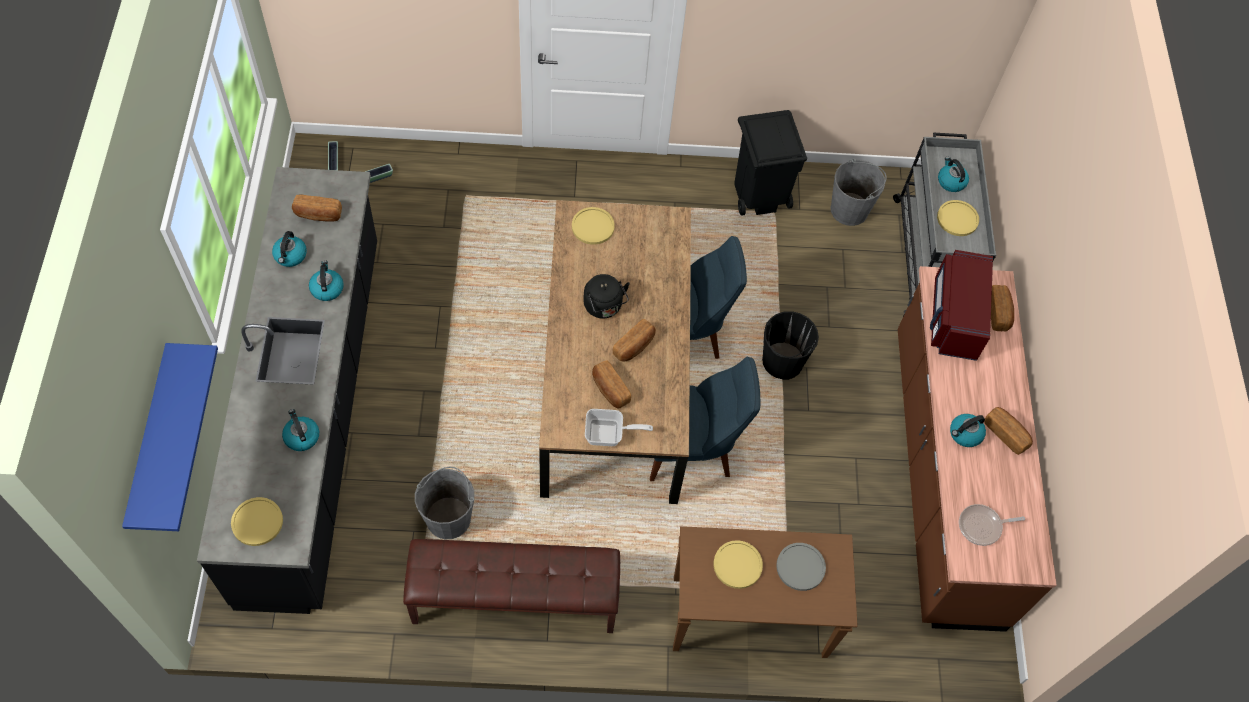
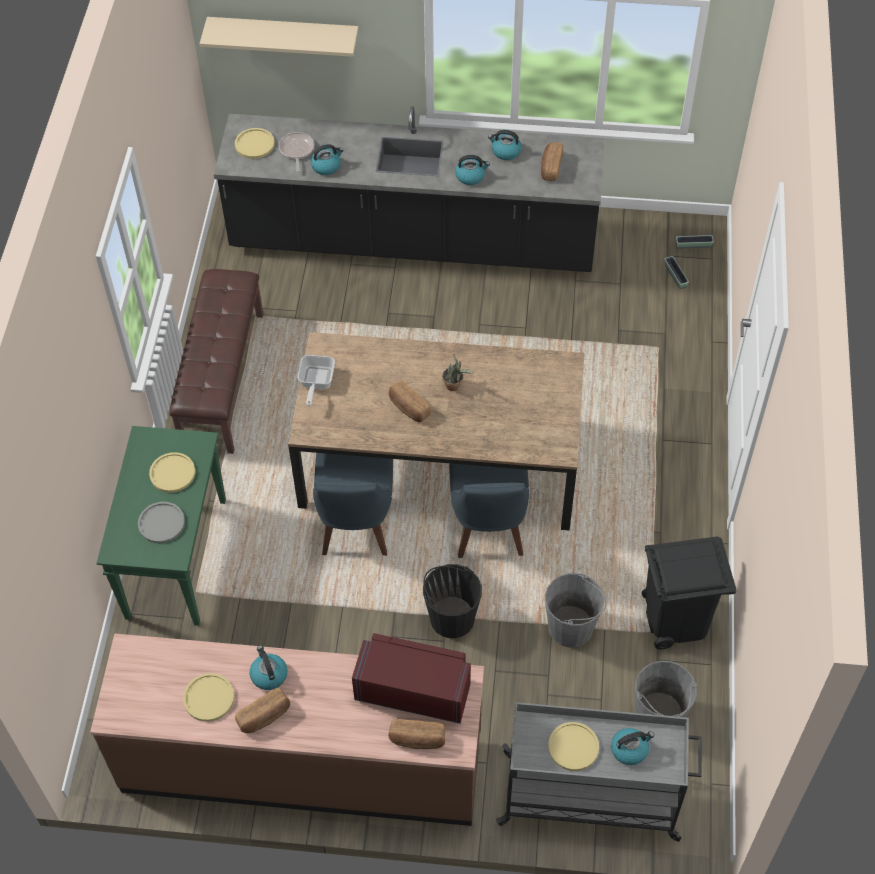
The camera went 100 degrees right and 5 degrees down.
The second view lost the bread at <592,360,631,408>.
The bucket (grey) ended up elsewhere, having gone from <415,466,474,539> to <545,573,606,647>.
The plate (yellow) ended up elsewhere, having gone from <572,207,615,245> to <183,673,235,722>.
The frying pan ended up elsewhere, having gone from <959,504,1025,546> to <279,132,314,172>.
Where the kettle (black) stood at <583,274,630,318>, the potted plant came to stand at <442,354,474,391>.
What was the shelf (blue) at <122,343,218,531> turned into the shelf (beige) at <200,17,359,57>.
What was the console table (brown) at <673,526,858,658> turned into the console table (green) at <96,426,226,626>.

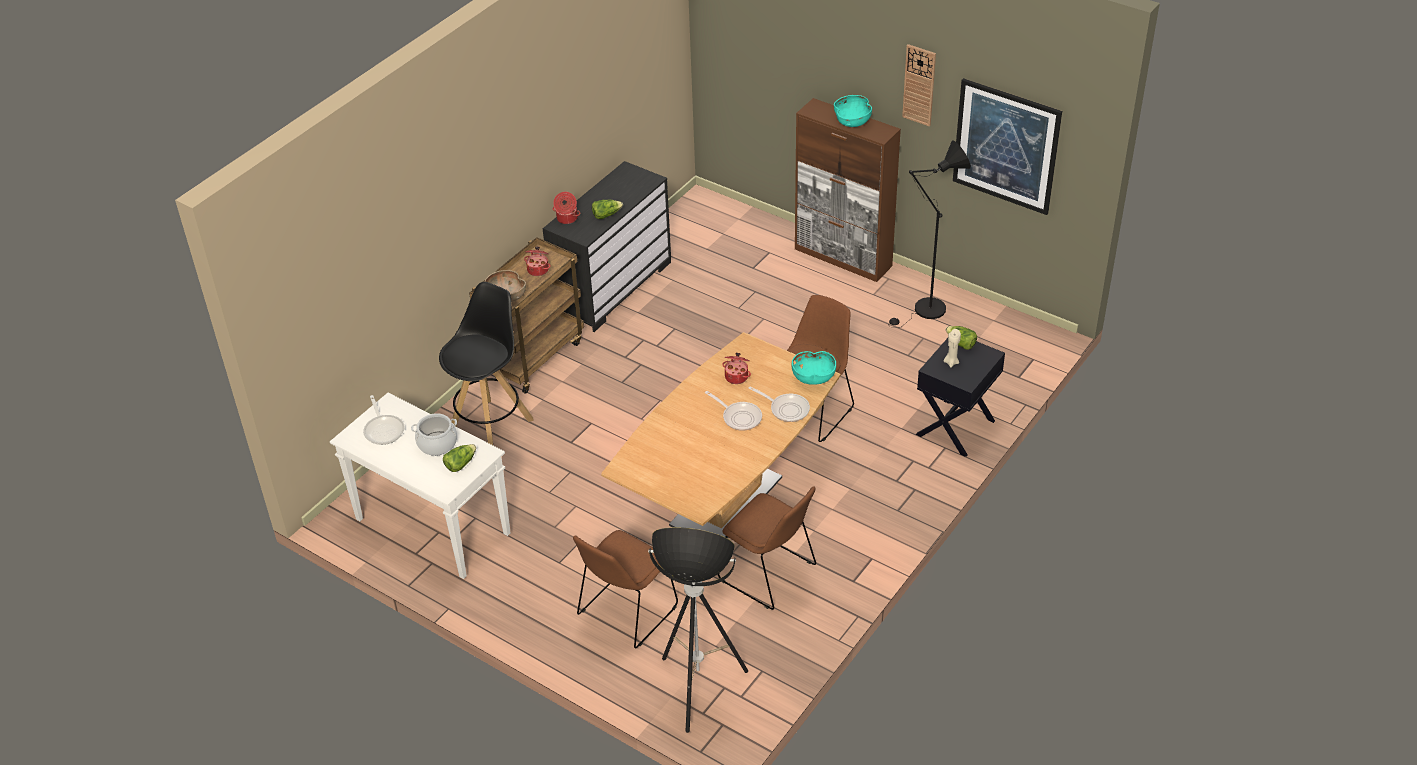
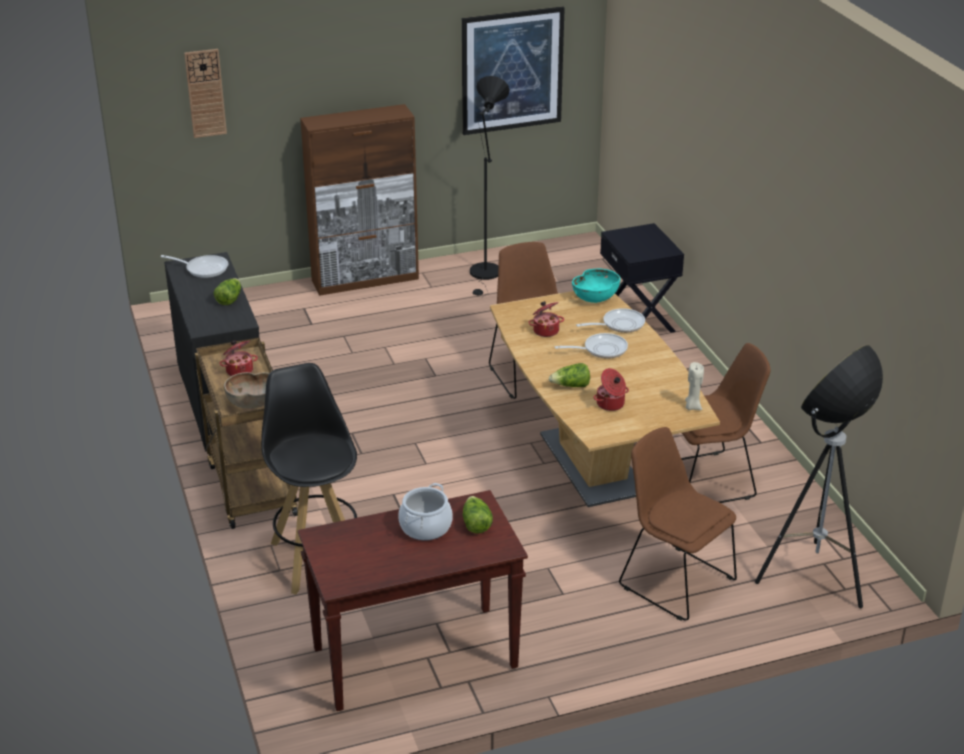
The camera went 55 degrees left and 10 degrees down.
The second view lost the bowl (turquoise) at <834,95,872,127>.
The frying pan ended up elsewhere, having gone from <363,395,405,445> to <161,255,229,278>.
The cooking pot ended up elsewhere, having gone from <553,192,580,224> to <594,368,629,411>.
The wall clock ended up elsewhere, having gone from <902,44,936,126> to <184,49,227,138>.
The candle (beige) ended up elsewhere, having gone from <944,329,961,368> to <685,362,704,410>.
The lettuce ended up elsewhere, having gone from <946,326,977,350> to <549,363,590,387>.
What was the console table (white) at <330,393,511,579> turned into the console table (brown) at <298,490,528,711>.
The chair (brown) at <573,530,678,648> ended up facing another way, 150 degrees clockwise from before.

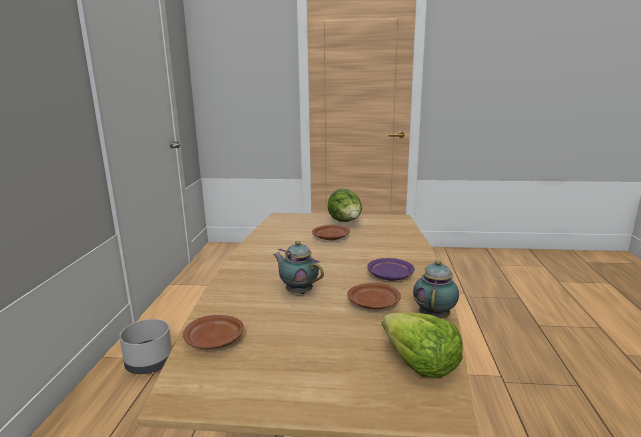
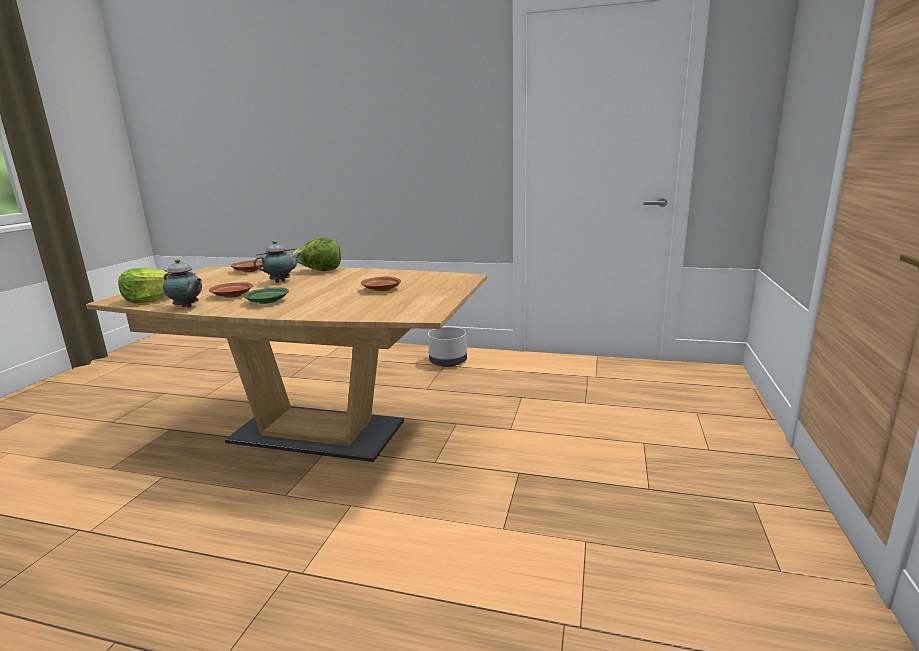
The camera went 100 degrees right and 0 degrees up.
The lettuce ended up elsewhere, having gone from <327,189,362,222> to <290,238,341,271>.
What was the plate (purple) at <367,258,415,281> turned into the plate (green) at <244,288,289,304>.

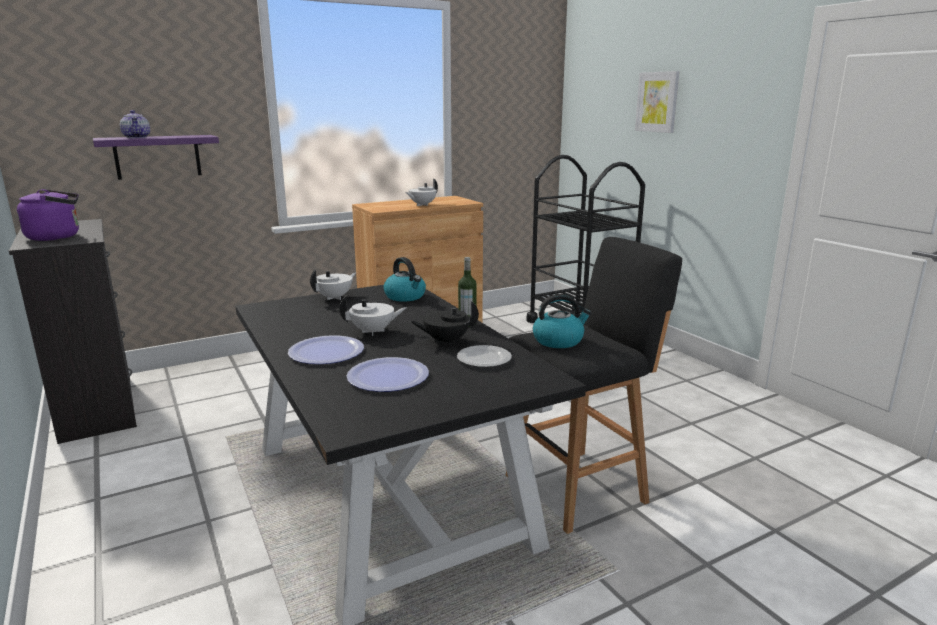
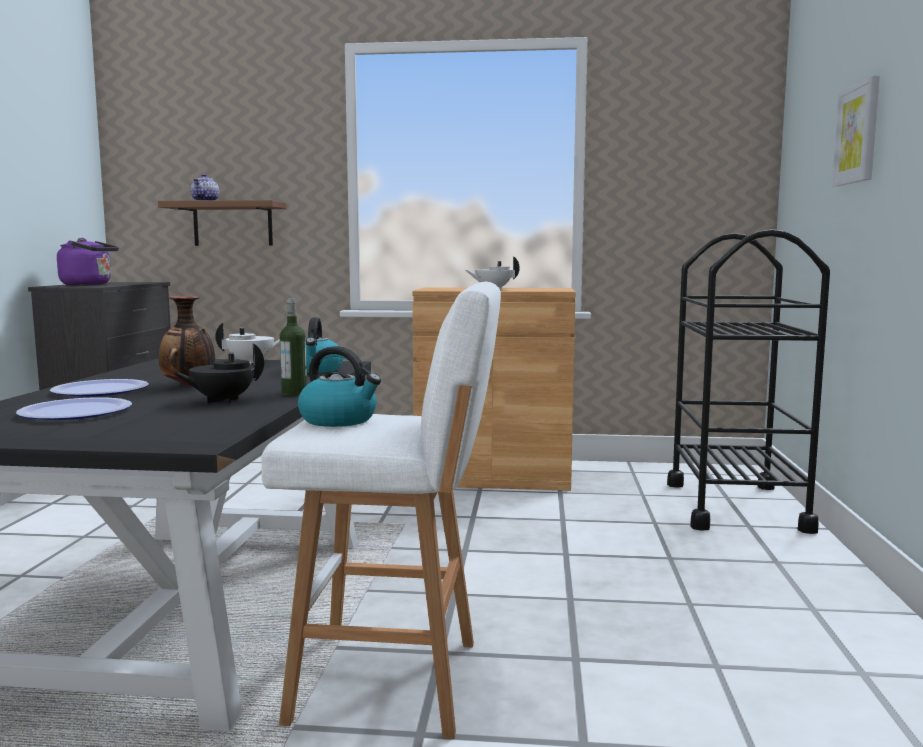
The camera went 35 degrees right and 10 degrees down.
The second view lost the plate at <457,345,512,367>.
Where the teapot (white) stood at <339,296,406,336>, the vase came to stand at <159,296,215,386>.
What was the shelf (purple) at <93,135,219,180> turned into the shelf (brown) at <158,200,287,246>.
What was the stool (black) at <506,237,682,534> turned into the stool (white) at <261,282,501,739>.
The teapot (black) at <410,301,479,346> ended up facing another way, 60 degrees counterclockwise from before.

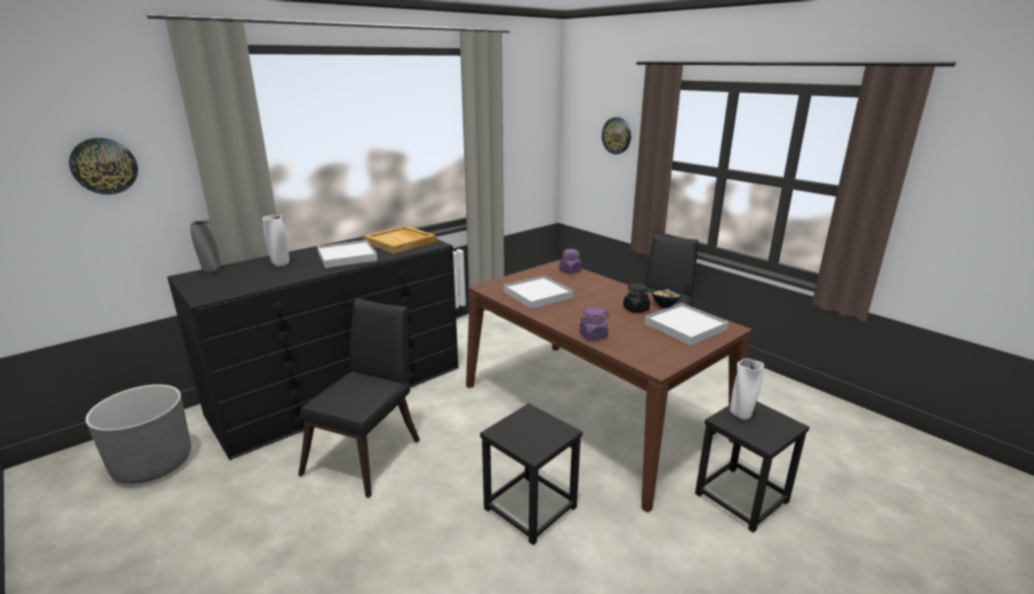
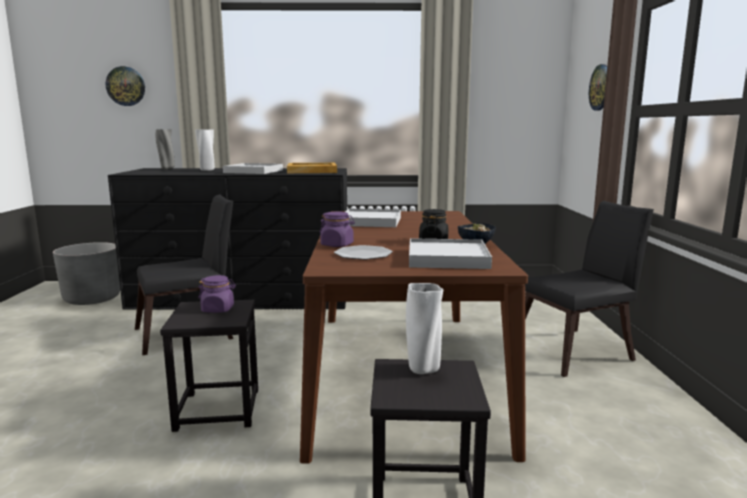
The camera went 40 degrees right and 10 degrees down.
The second view gained the plate at <334,245,393,260>.
The jar (purple) ended up elsewhere, having gone from <559,249,582,274> to <198,275,236,313>.

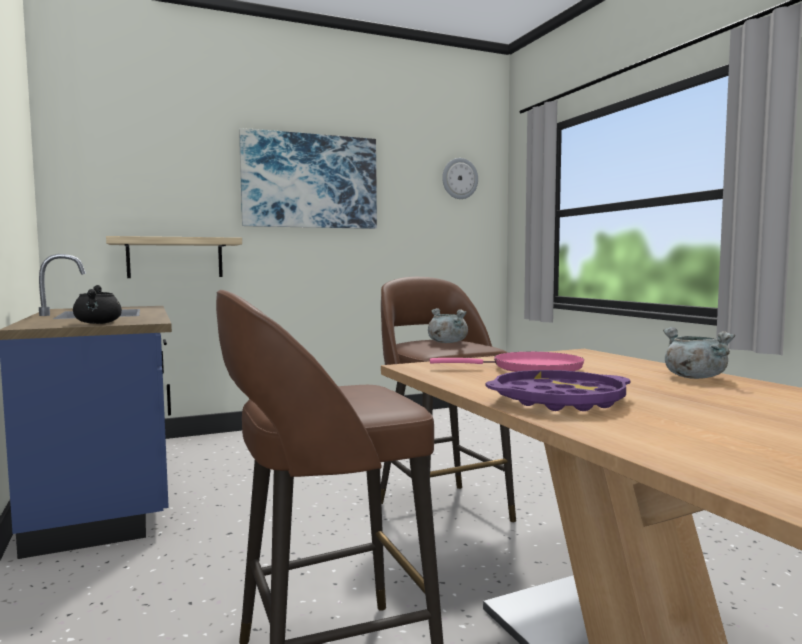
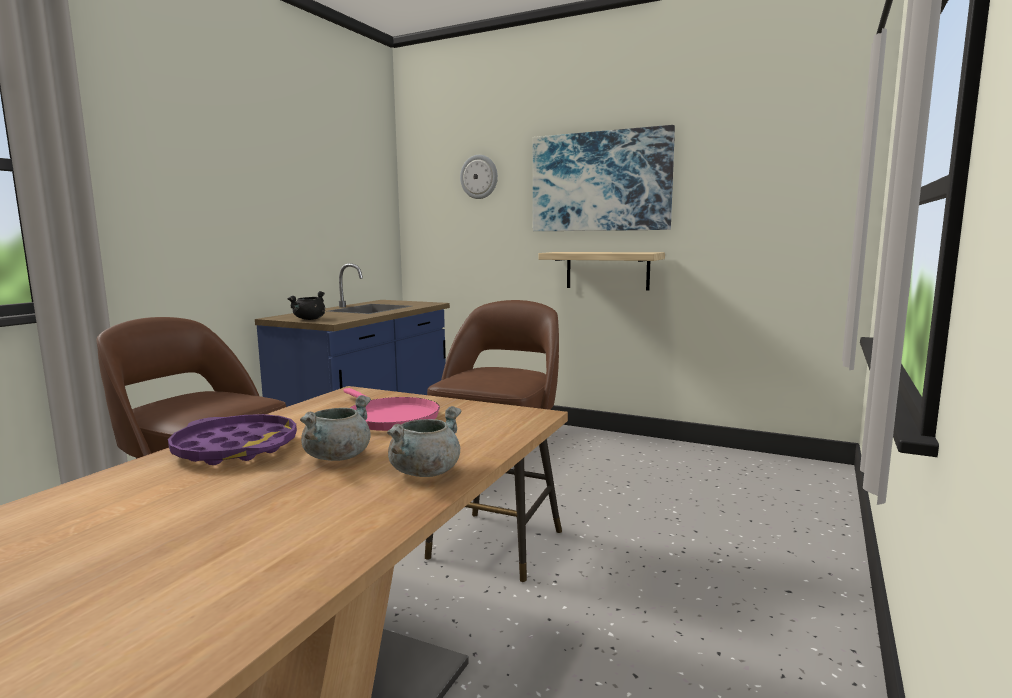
The camera went 50 degrees right and 5 degrees up.
The shelf ended up elsewhere, having gone from <106,236,242,278> to <539,252,665,291>.
The cooking pot (grey) ended up elsewhere, having gone from <428,308,468,343> to <300,395,371,461>.
The wall clock ended up elsewhere, having gone from <442,158,478,199> to <460,155,498,199>.

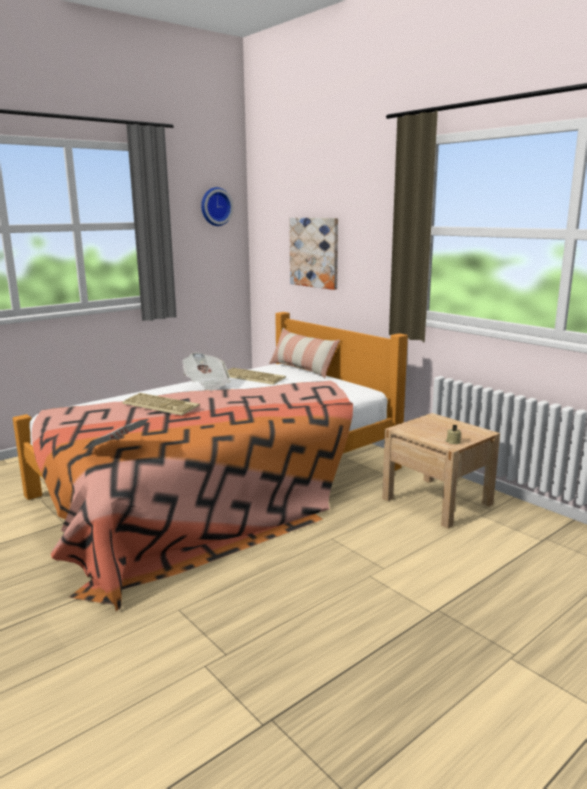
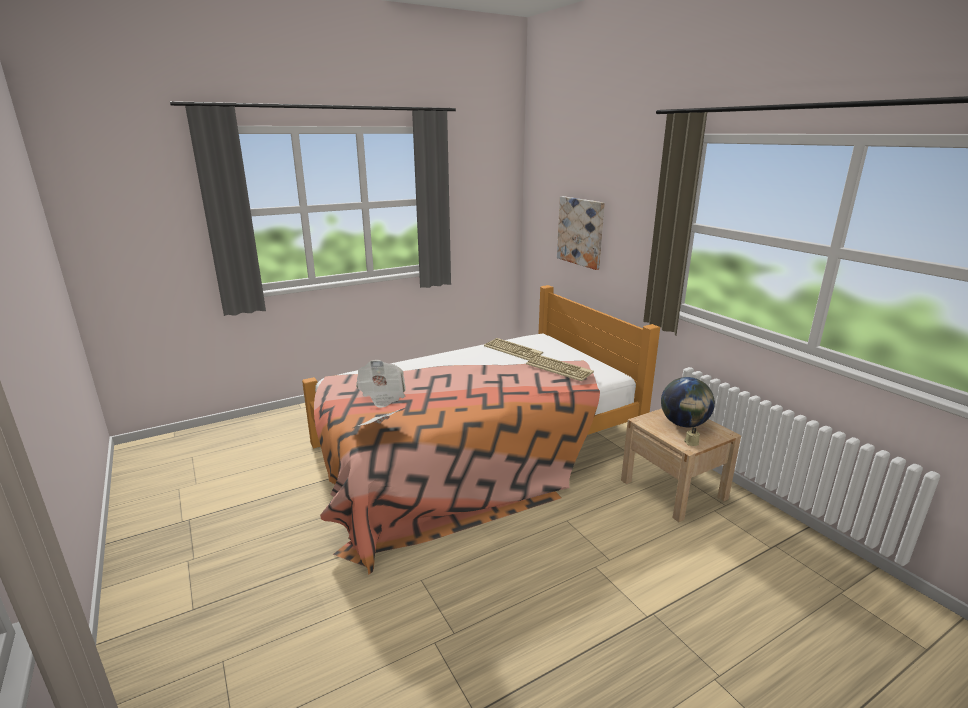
The camera went 10 degrees right and 5 degrees up.
The second view lost the wall clock at <201,187,233,226>.
The second view lost the pillow at <269,328,340,378>.
The second view gained the globe at <661,377,715,428>.
The keyboard ended up elsewhere, having gone from <122,393,200,415> to <526,355,594,381>.
The newspaper ended up elsewhere, having gone from <182,352,231,391> to <356,360,406,408>.

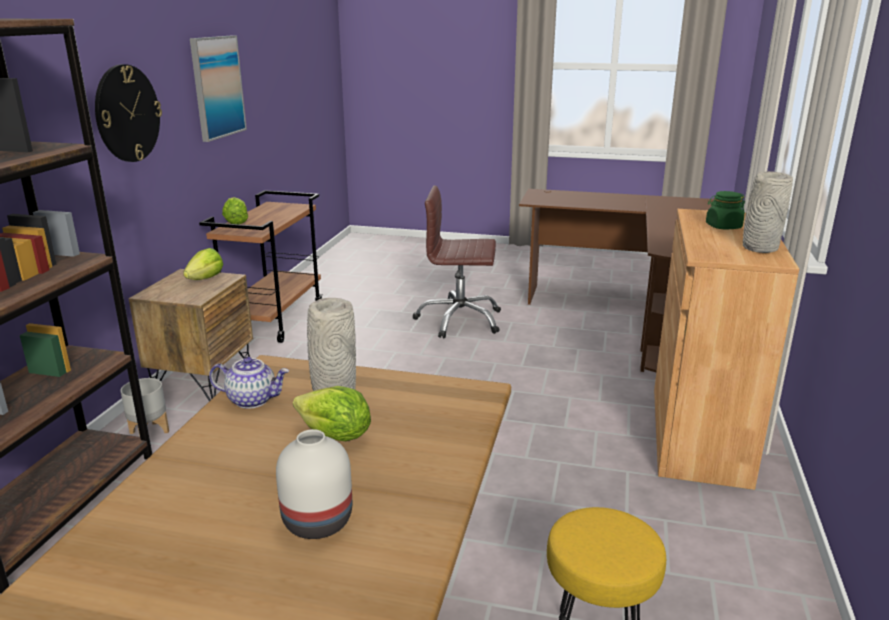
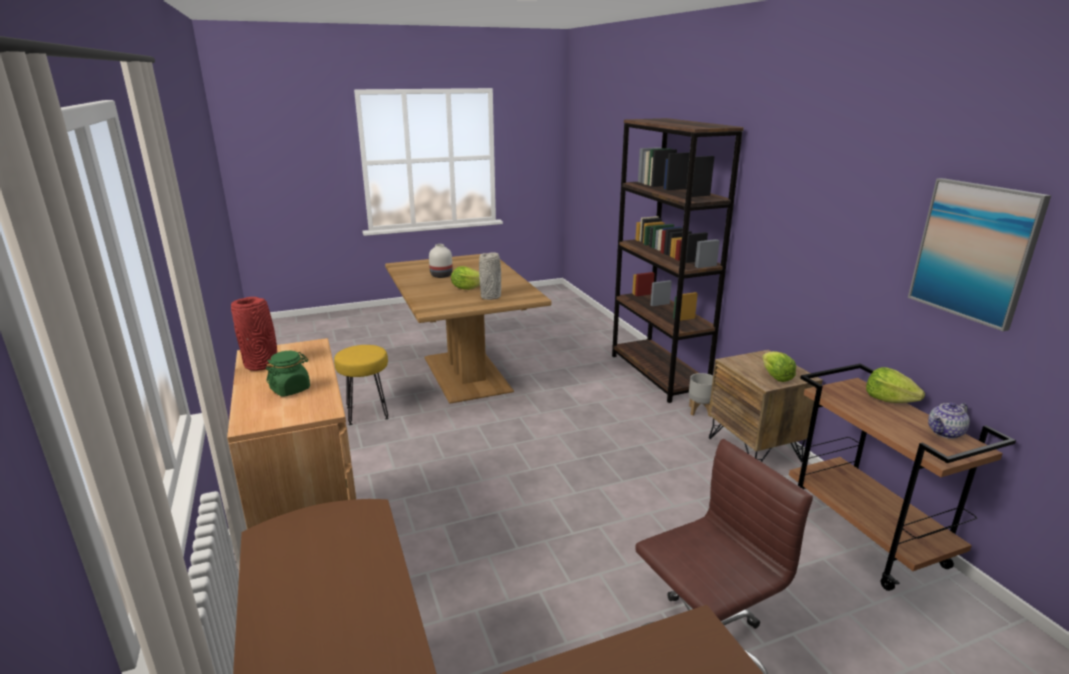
The camera went 145 degrees right and 0 degrees up.
The second view lost the wall clock at <95,64,162,162>.
The teapot ended up elsewhere, having gone from <209,357,289,409> to <928,402,970,439>.
What was the vase (grey) at <743,171,793,253> turned into the vase (red) at <231,297,277,371>.

